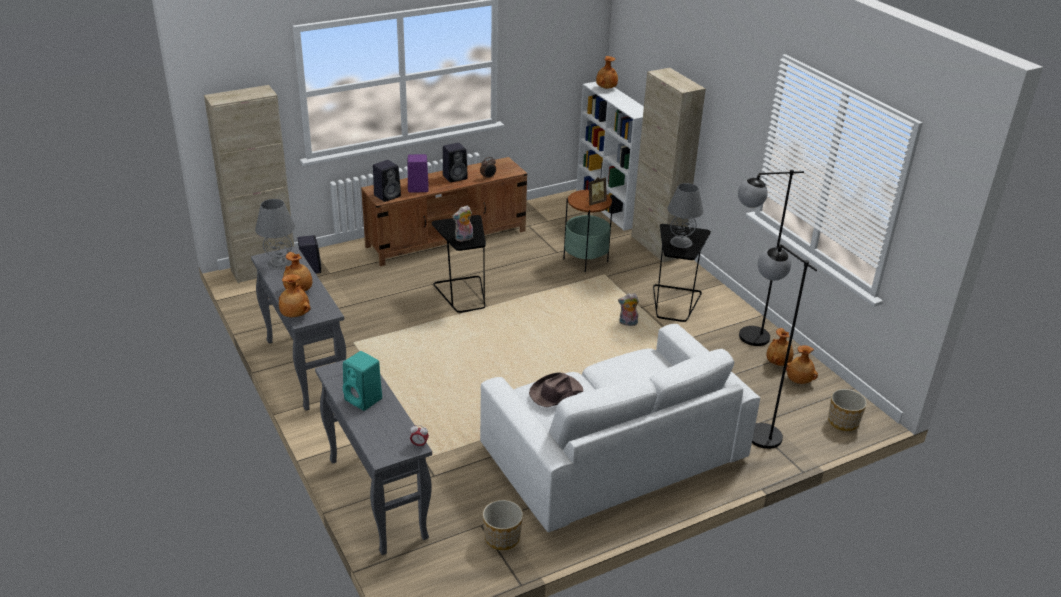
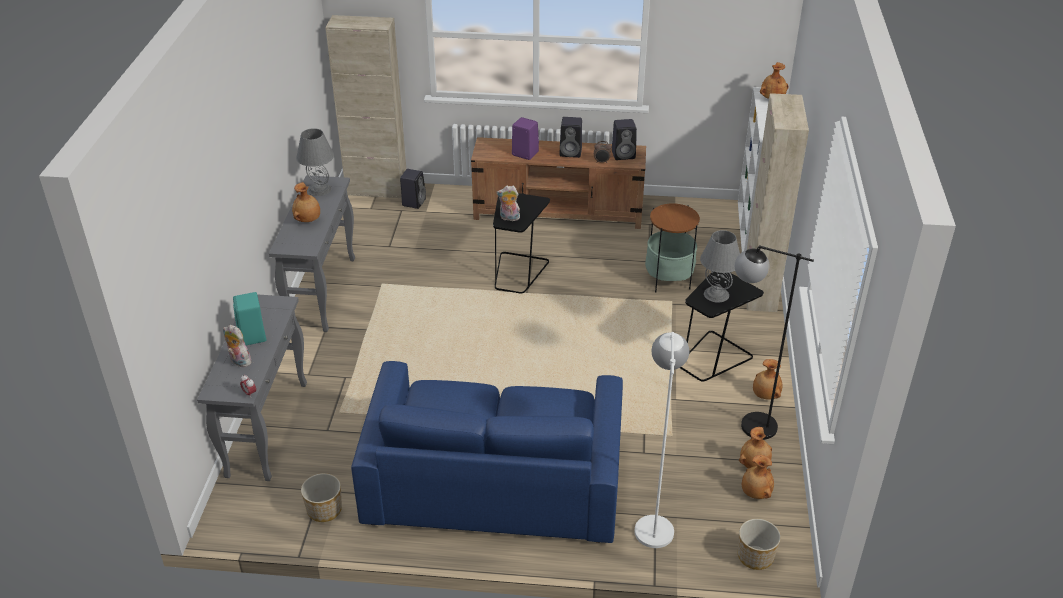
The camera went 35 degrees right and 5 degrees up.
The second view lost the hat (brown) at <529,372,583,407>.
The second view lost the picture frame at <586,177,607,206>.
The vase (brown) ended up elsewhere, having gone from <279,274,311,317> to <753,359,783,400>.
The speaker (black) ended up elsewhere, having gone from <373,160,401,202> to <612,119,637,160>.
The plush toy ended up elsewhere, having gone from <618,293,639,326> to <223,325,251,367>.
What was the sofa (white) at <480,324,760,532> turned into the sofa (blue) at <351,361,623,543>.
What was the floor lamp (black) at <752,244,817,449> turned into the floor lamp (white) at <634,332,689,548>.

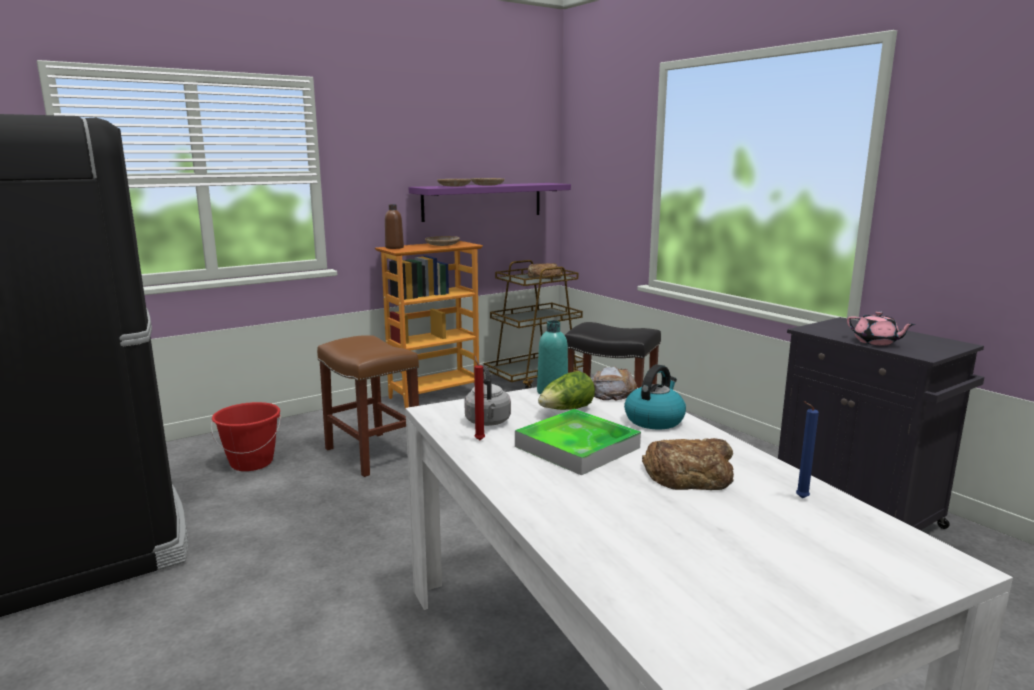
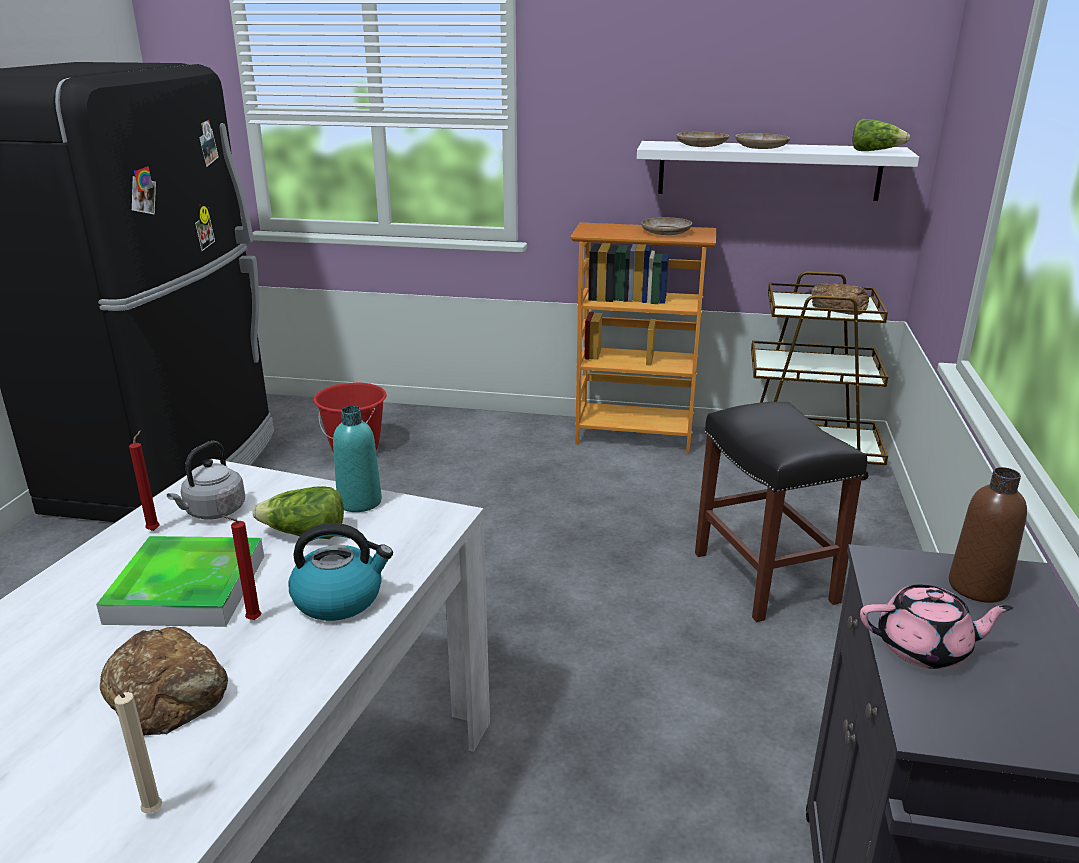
The camera went 45 degrees right and 10 degrees up.
The second view lost the stool (brown) at <317,335,419,477>.
The second view lost the bread at <591,367,637,401>.
The second view gained the candle (red) at <222,515,261,620>.
The second view gained the lettuce at <853,119,910,151>.
The bottle (brown) ended up elsewhere, having gone from <385,204,404,249> to <949,467,1027,603>.
What was the shelf (purple) at <409,183,571,222> turned into the shelf (white) at <637,141,919,201>.
What was the candle (blue) at <796,401,819,498> turned into the candle (beige) at <109,677,163,813>.
The teapot (pink) at <847,311,916,345> ended up facing another way, 90 degrees counterclockwise from before.

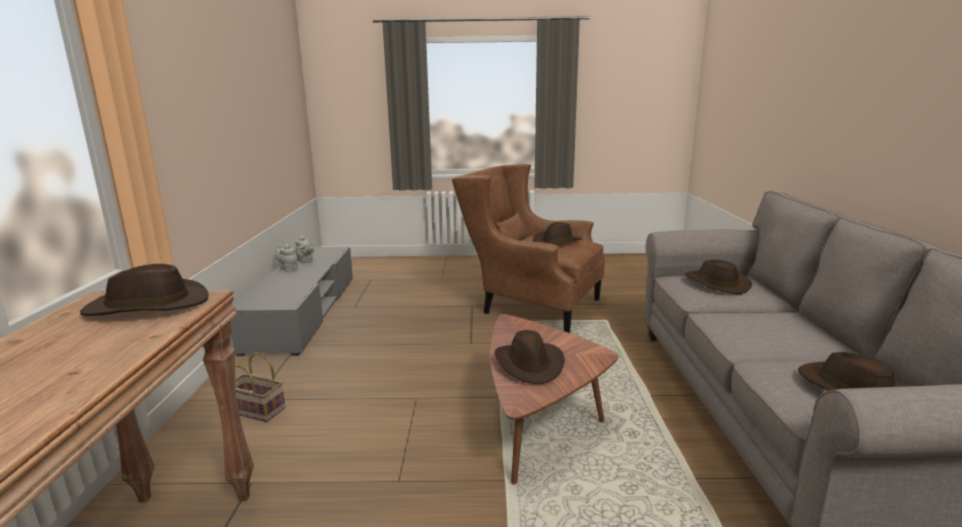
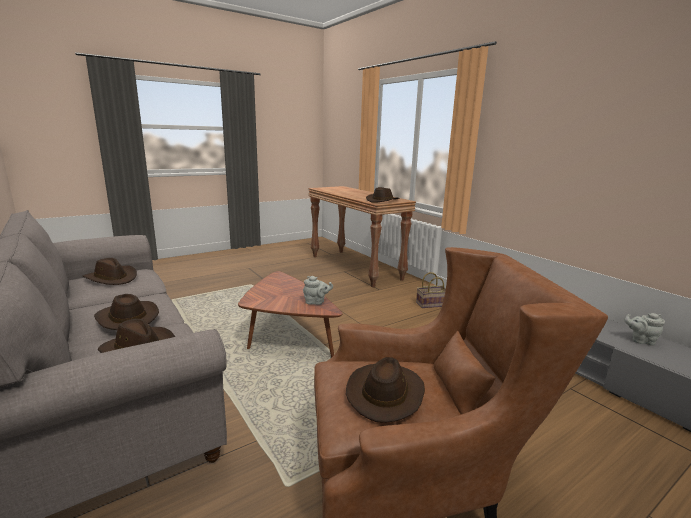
The camera went 145 degrees right and 0 degrees up.
The teapot (grey) ended up elsewhere, having gone from <276,244,298,272> to <303,276,333,305>.
The hat (brown) ended up elsewhere, having gone from <495,330,565,384> to <94,294,159,330>.

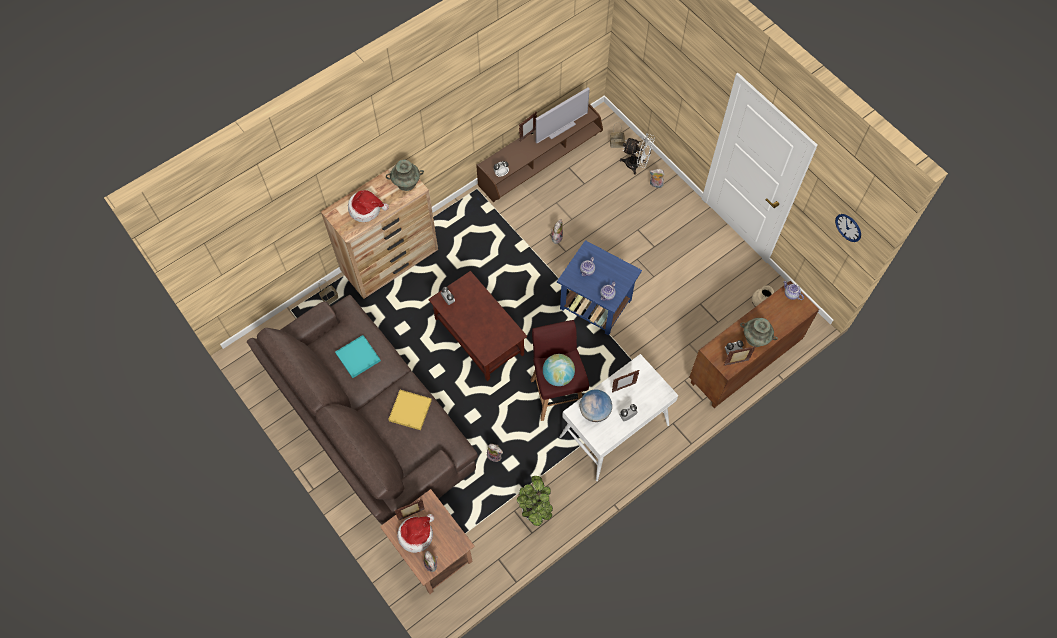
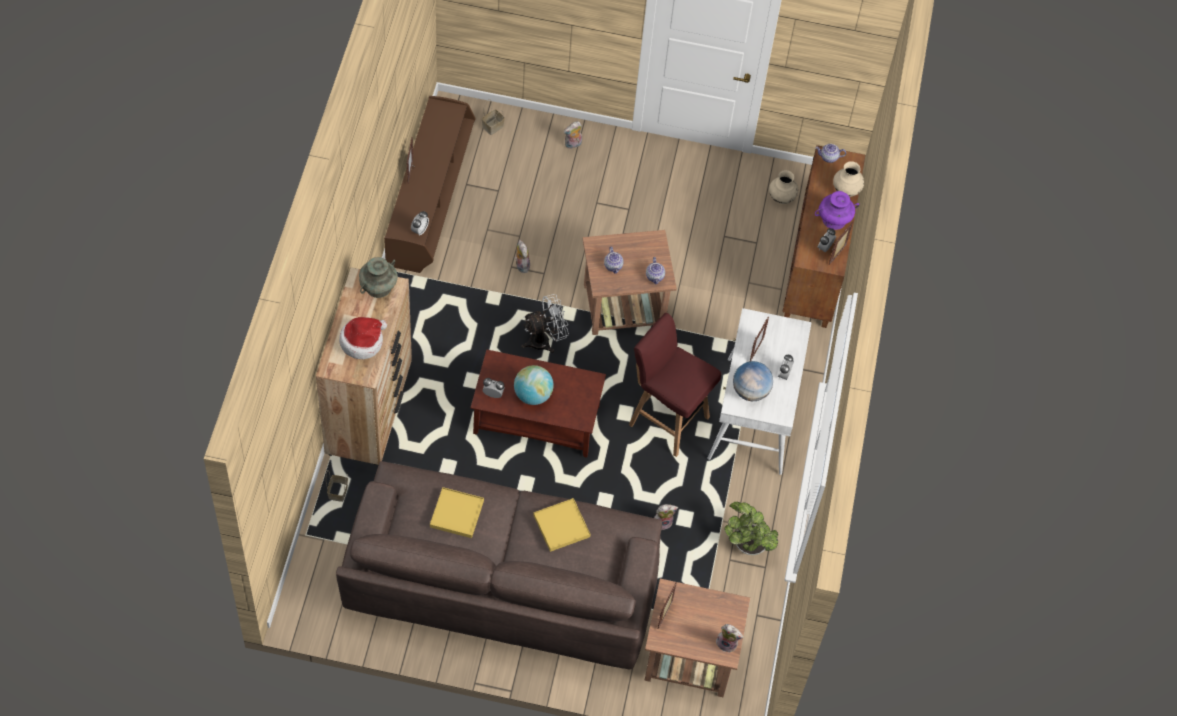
The camera went 45 degrees left and 5 degrees down.
The second view lost the hat at <397,514,434,553>.
The second view lost the television at <536,87,590,143>.
The second view lost the wall clock at <835,214,861,242>.
The second view gained the vase (beige) at <833,161,864,197>.
The globe ended up elsewhere, having gone from <543,354,575,386> to <514,365,554,405>.
The fan (white) ended up elsewhere, having gone from <620,133,655,175> to <522,294,569,353>.
What was the tray (turquoise) at <335,335,381,378> turned into the tray (yellow) at <430,487,484,538>.
What was the side table (blue) at <557,240,642,335> turned into the side table (brown) at <583,230,677,335>.
What was the vase (turquoise) at <740,318,778,347> turned into the vase (purple) at <815,191,859,230>.

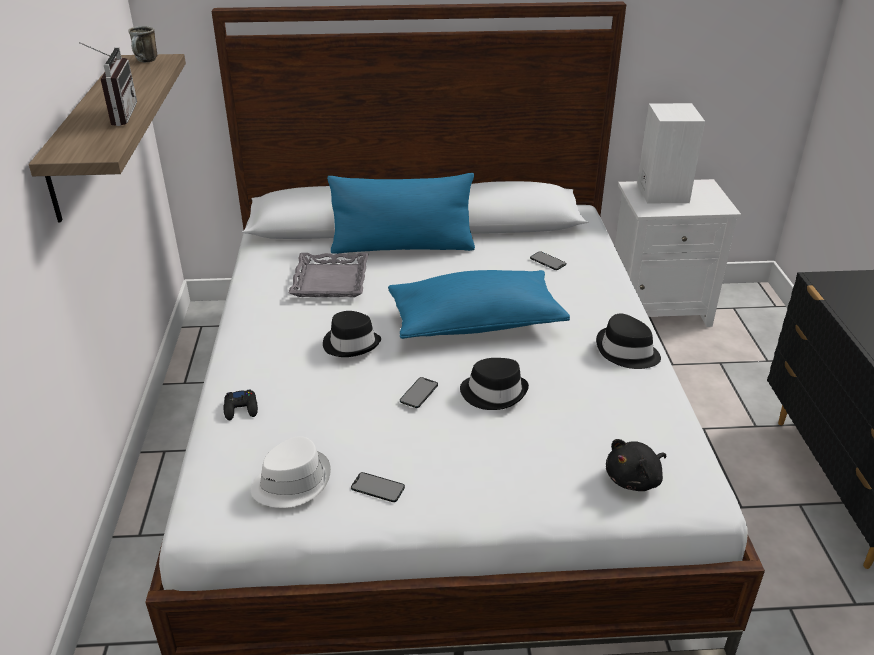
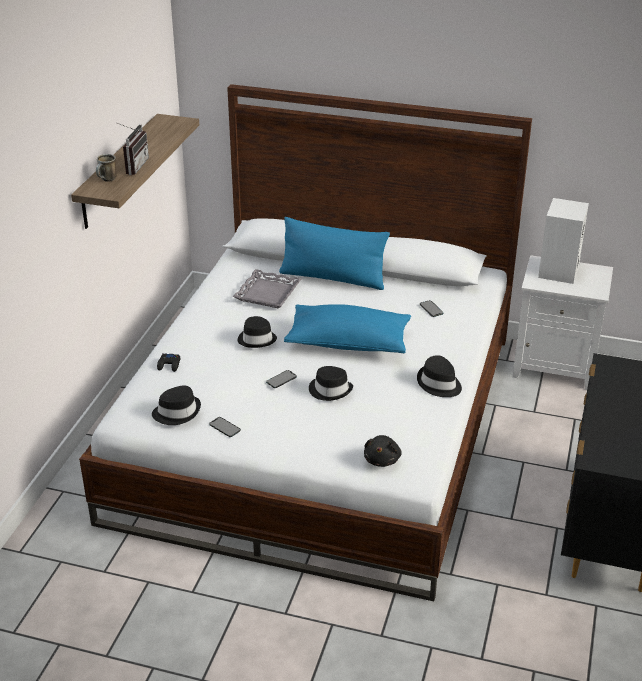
The camera went 20 degrees right and 0 degrees up.
The mug ended up elsewhere, having gone from <128,26,157,62> to <96,154,117,182>.
What was the hat (white) at <251,436,331,508> turned into the hat (black) at <152,386,201,425>.
The plush toy (black) at <606,439,666,491> ended up facing another way, 60 degrees counterclockwise from before.

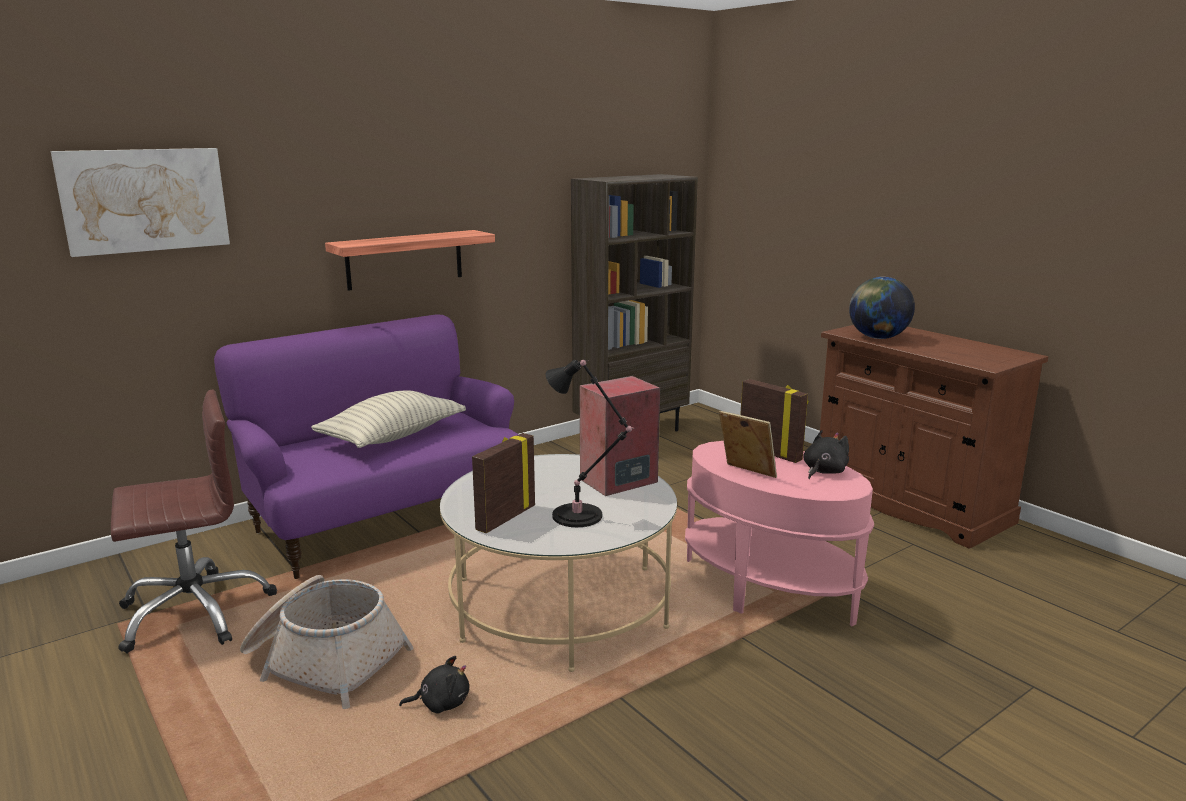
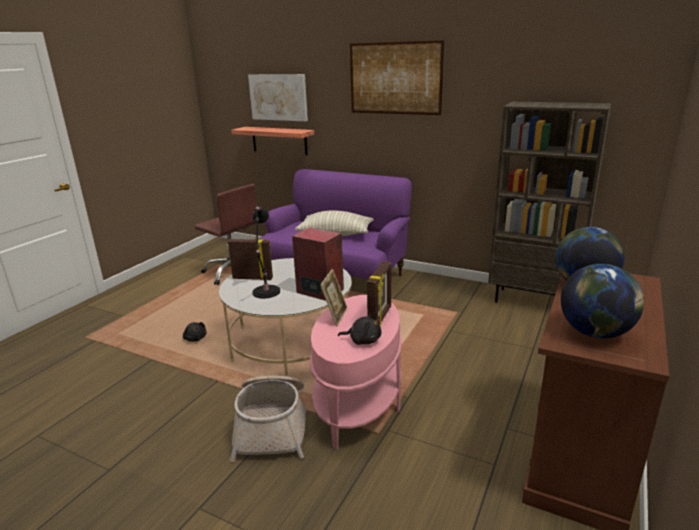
The camera went 65 degrees right and 5 degrees up.
The second view gained the picture at <350,40,444,115>.
The second view gained the globe at <561,264,644,338>.
The basket ended up elsewhere, having gone from <240,575,414,709> to <230,376,307,462>.
The shelf ended up elsewhere, having gone from <325,230,495,291> to <231,127,314,155>.

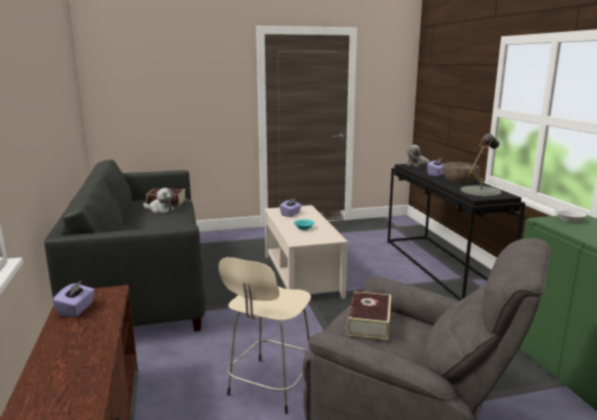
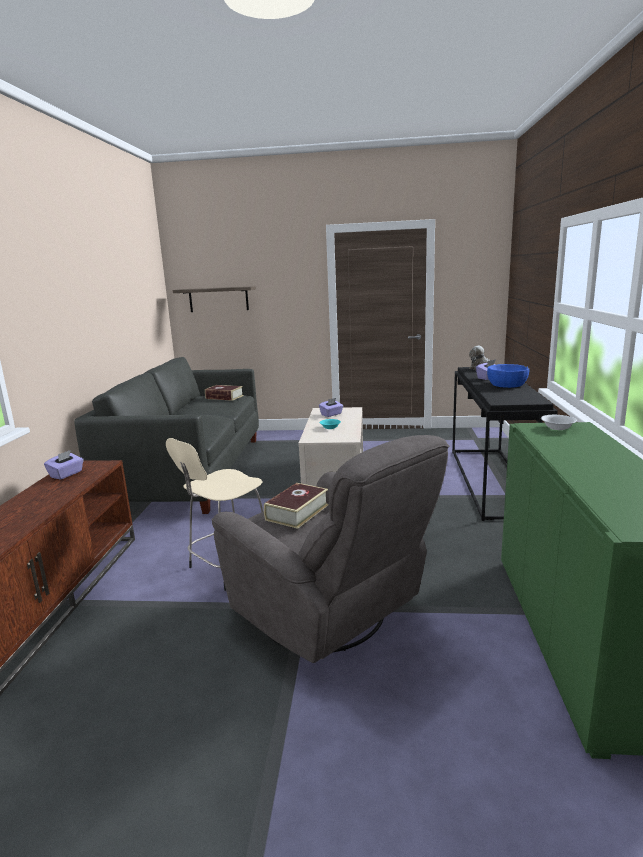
The camera went 20 degrees right and 0 degrees up.
The second view lost the plush toy at <143,188,174,213>.
The second view lost the table lamp (grey) at <461,133,502,197>.
The second view gained the shelf at <173,286,256,312>.
What was the bowl (brown) at <443,162,480,183> turned into the bowl (blue) at <487,364,529,388>.

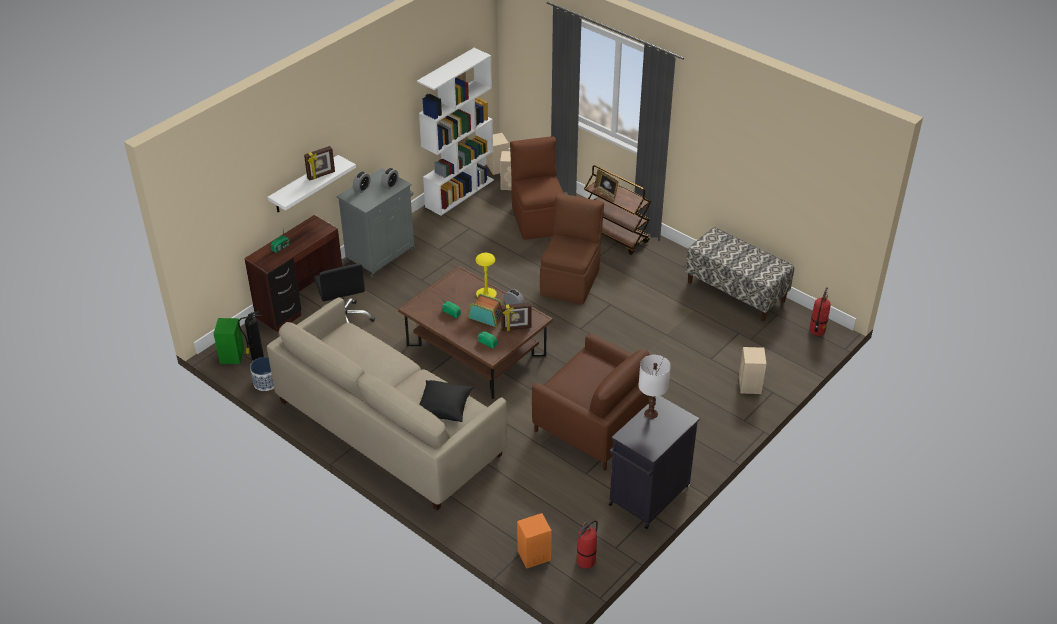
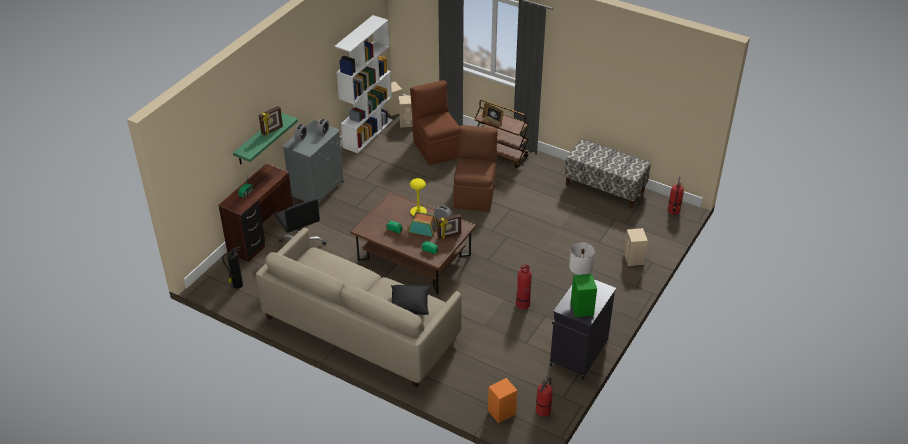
The camera went 10 degrees left and 0 degrees up.
The second view lost the planter at <250,357,274,391>.
The speaker (green) ended up elsewhere, having gone from <213,318,244,364> to <571,273,597,317>.
Where the armchair (brown) stood at <532,333,656,471>, the fire extinguisher came to stand at <516,264,532,309>.
What was the shelf (white) at <267,155,356,212> turned into the shelf (green) at <233,113,298,165>.

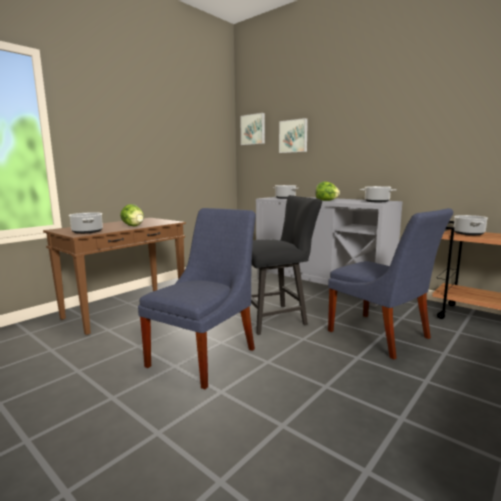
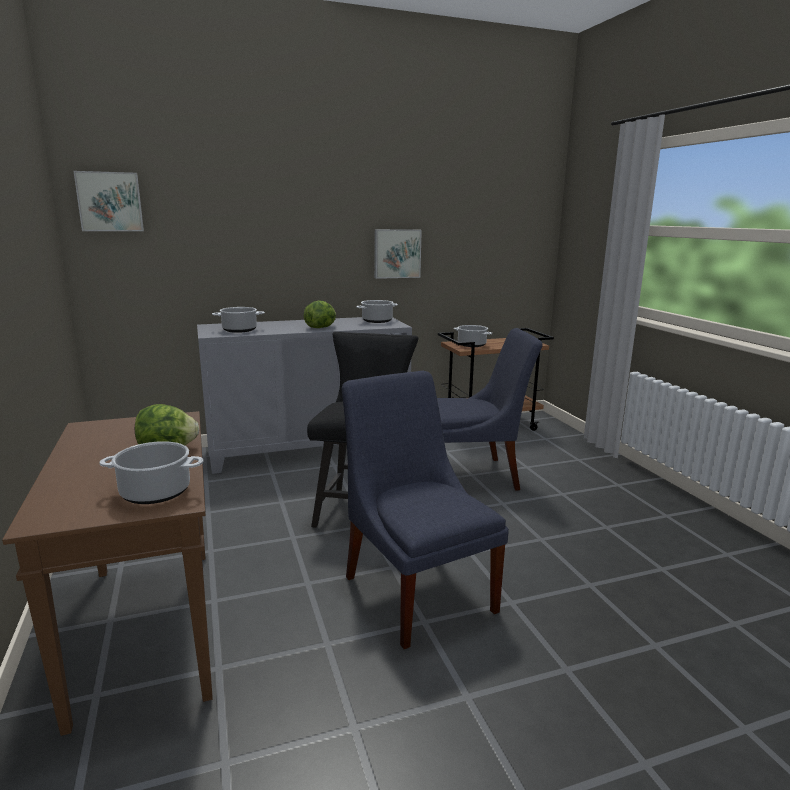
The camera went 60 degrees left and 5 degrees up.
The picture ended up elsewhere, having gone from <279,118,308,153> to <374,229,422,279>.

